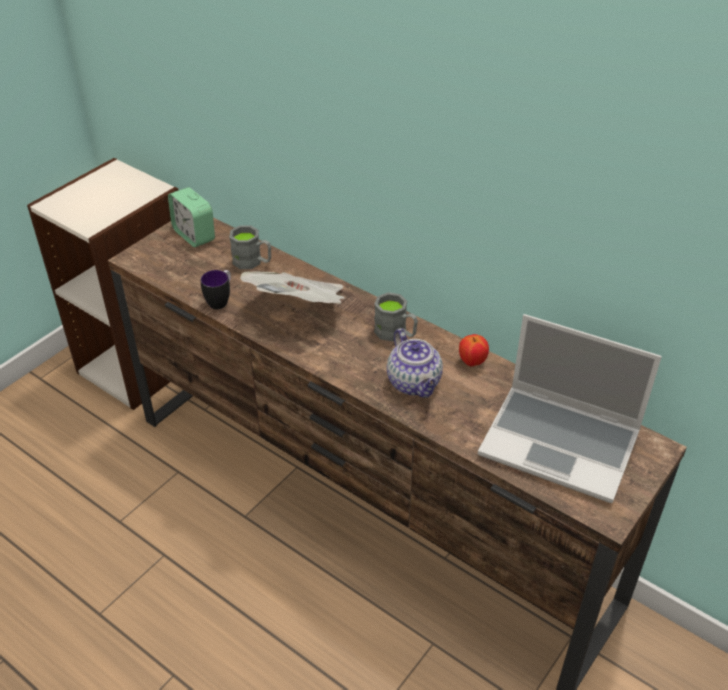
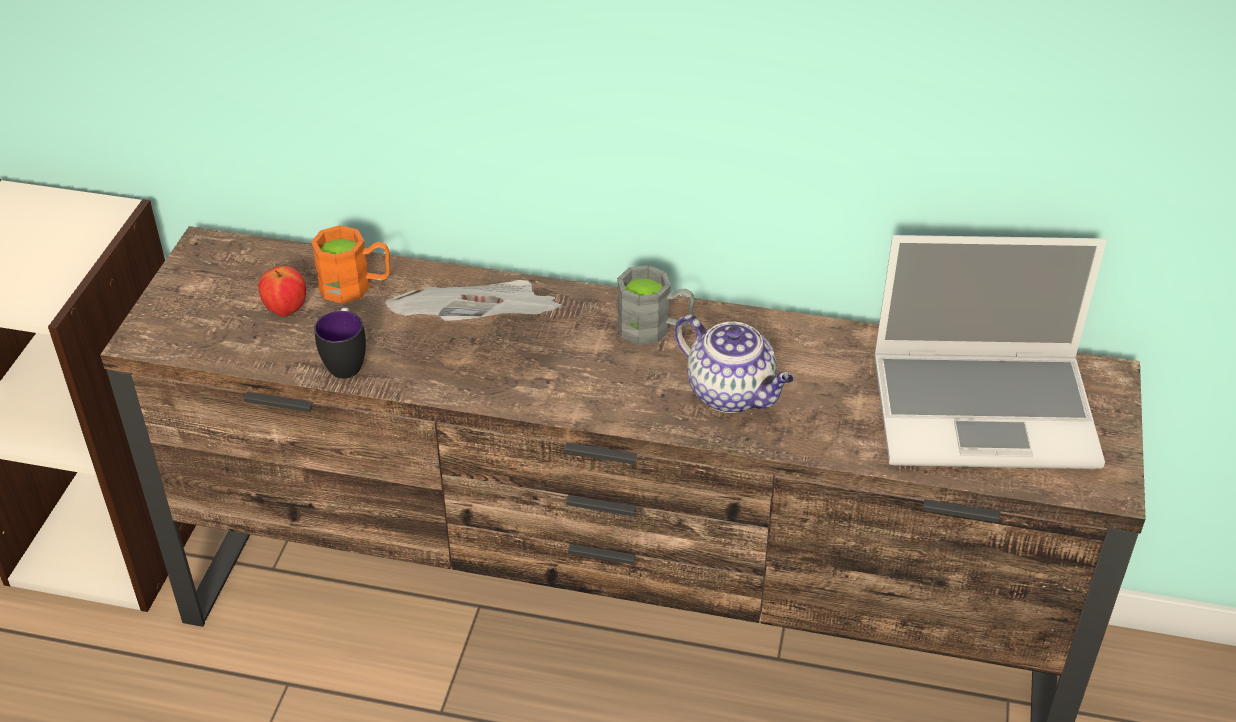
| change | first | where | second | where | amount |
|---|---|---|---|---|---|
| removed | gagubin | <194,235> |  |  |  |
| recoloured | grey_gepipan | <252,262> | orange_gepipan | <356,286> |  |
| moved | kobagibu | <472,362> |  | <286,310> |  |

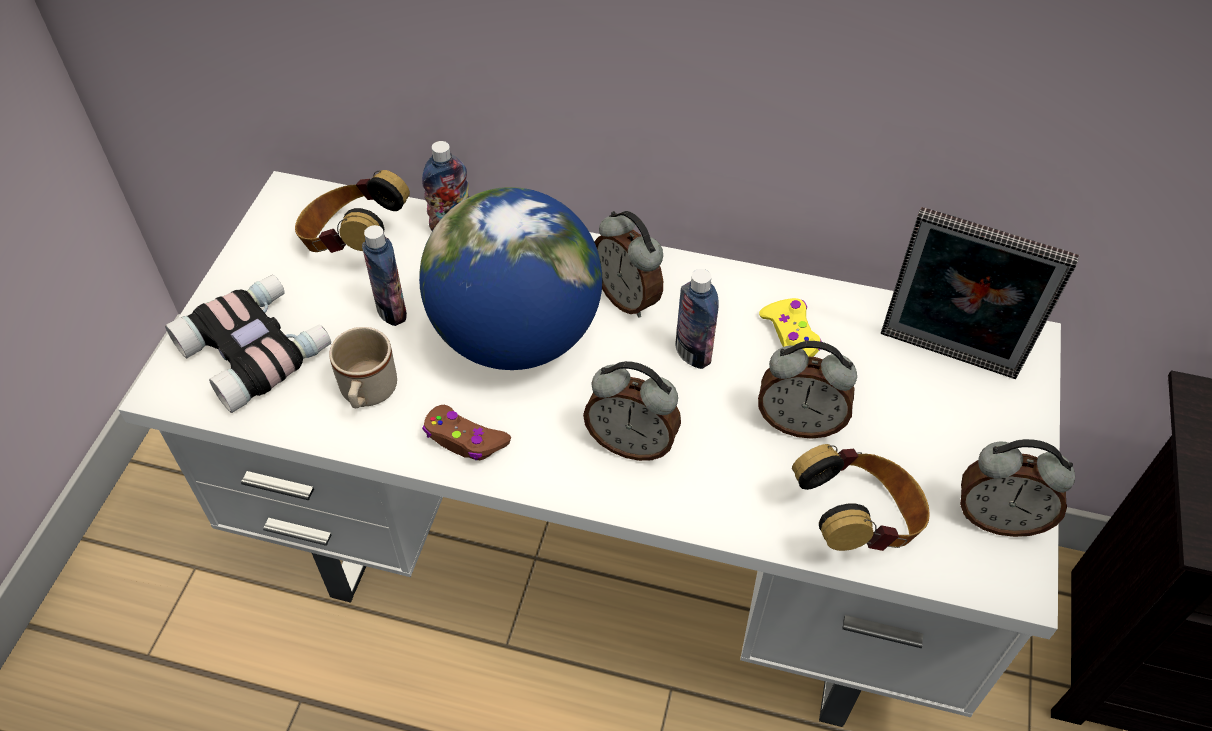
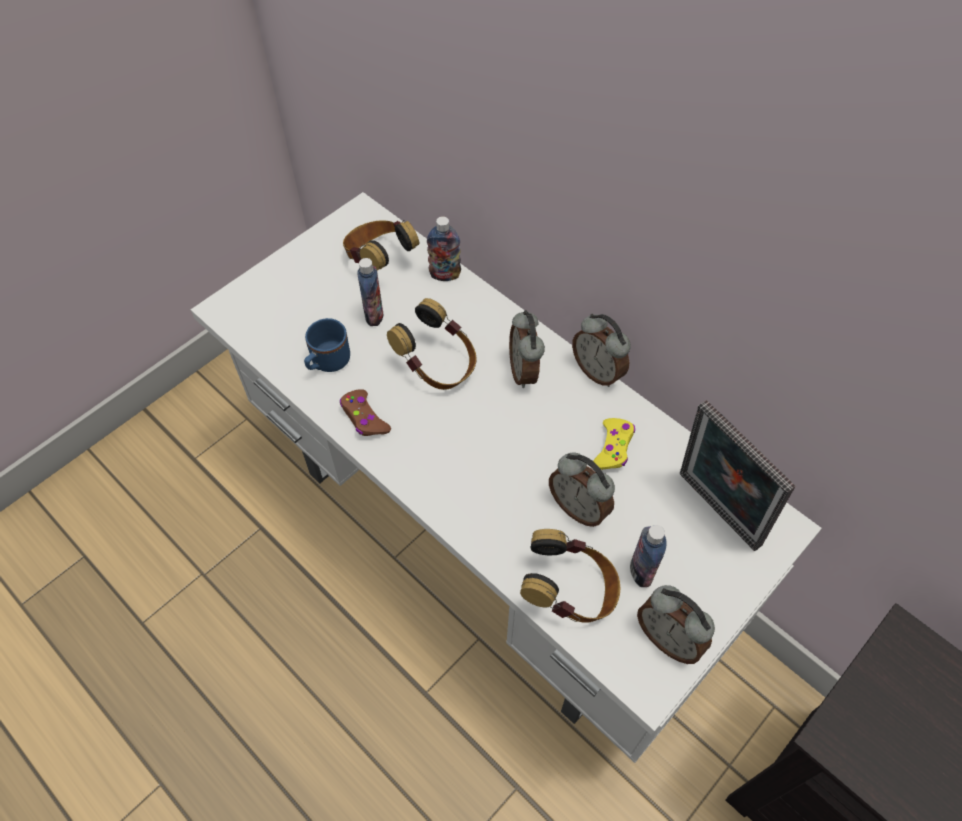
| change | first | where | second | where | amount |
|---|---|---|---|---|---|
| removed | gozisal | <257,349> |  |  |  |
| recoloured | beige_gepipan | <367,394> | blue_gepipan | <327,363> |  |
| replaced | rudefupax | <516,336> | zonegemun | <437,366> |  |
| moved | gagubin | <631,443> |  | <598,371> |  |
| moved | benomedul | <693,353> |  | <641,571> |  |

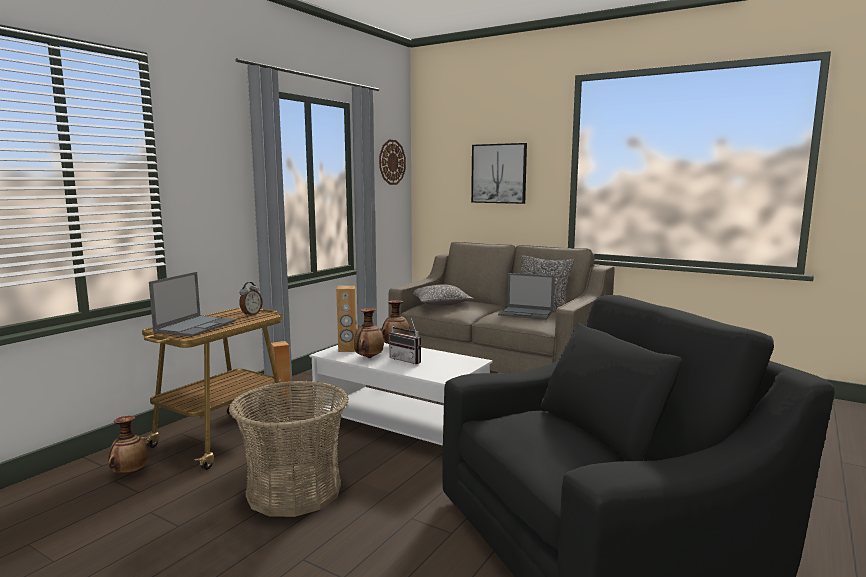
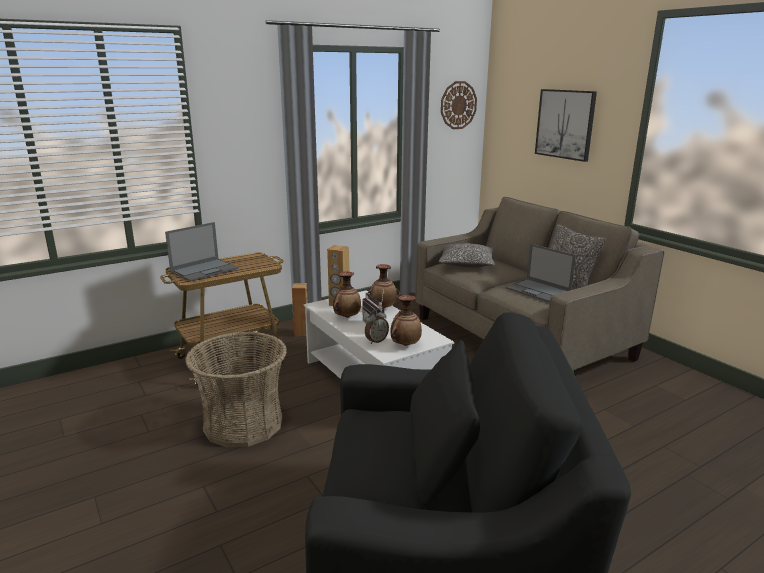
| change | first | where | second | where | amount |
|---|---|---|---|---|---|
| moved | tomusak | <129,473> |  | <405,344> |  |
| moved | gagubin | <251,314> |  | <376,341> |  |

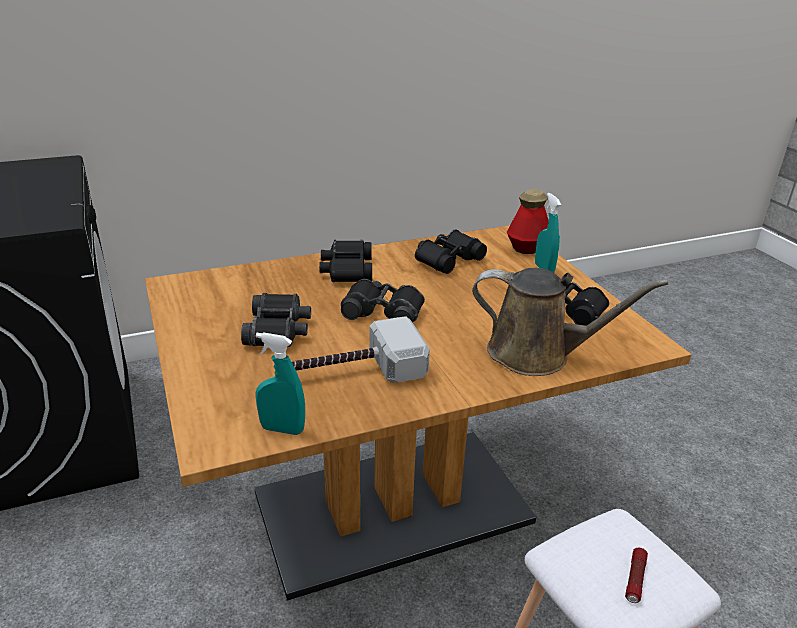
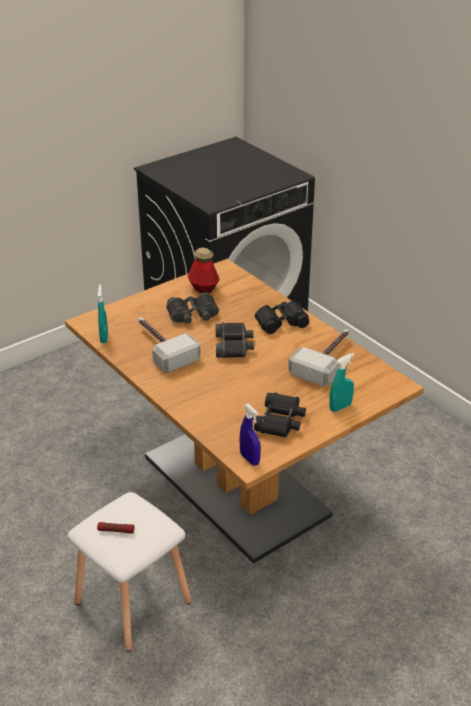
| change | first | where | second | where | amount |
|---|---|---|---|---|---|
| replaced | black_gozisal | <447,259> | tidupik | <326,360> |  |
| removed | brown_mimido | <537,354> |  |  |  |
| moved | benomedul | <527,248> |  | <203,288> |  |
| added |  |  | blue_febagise | <249,459> |  |

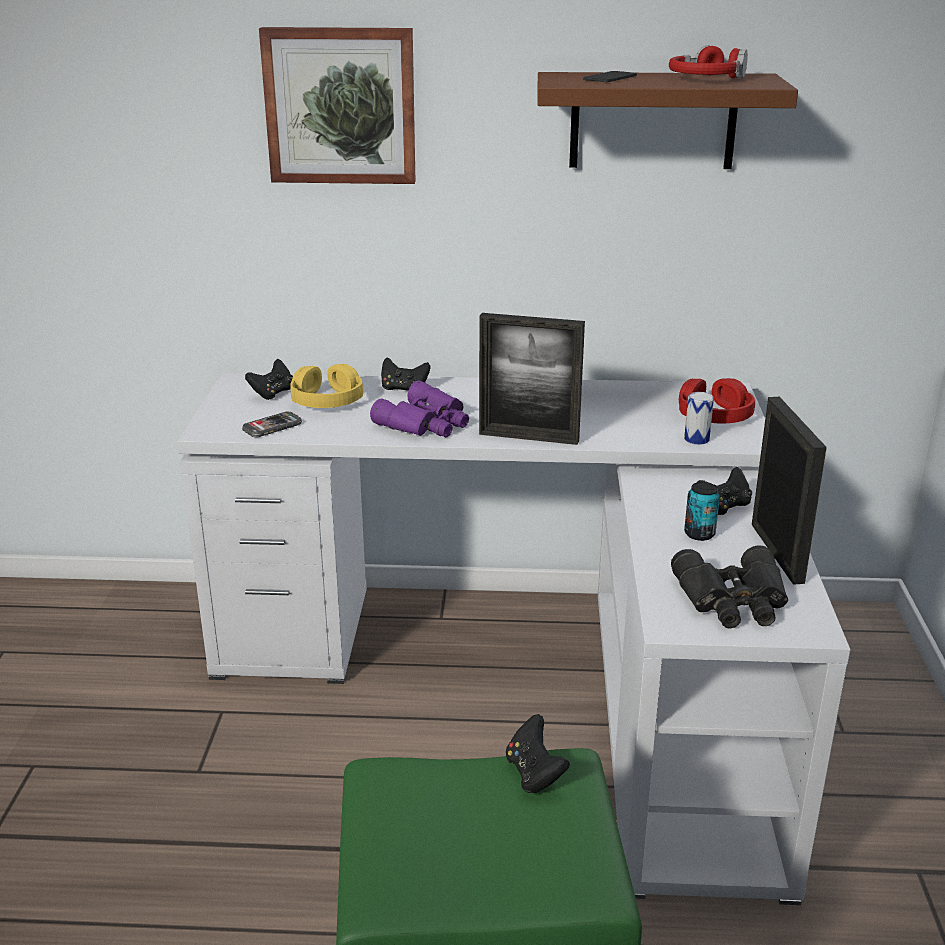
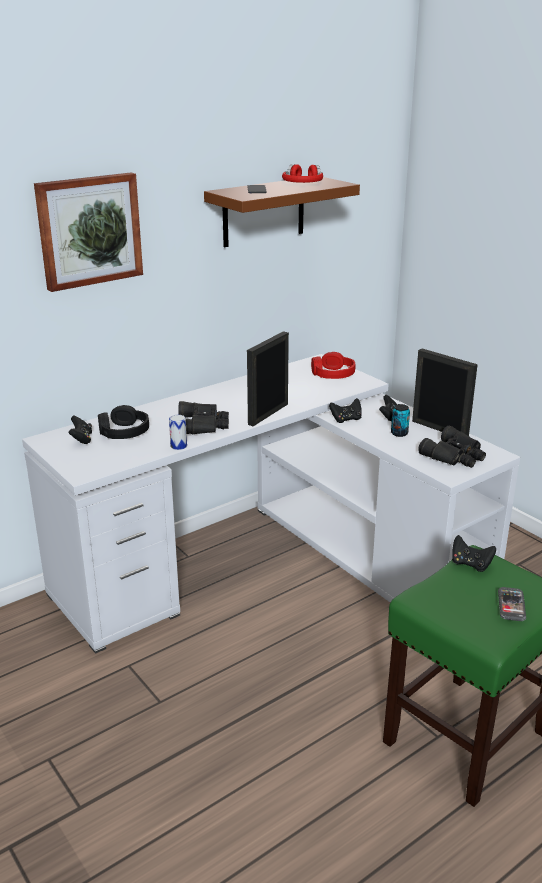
| change | first | where | second | where | amount |
|---|---|---|---|---|---|
| moved | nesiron | <272,426> |  | <511,605> |  |
| recoloured | yellow_zonegemun | <327,400> | black_zonegemun | <123,432> |  |
| recoloured | purple_gozisal | <426,423> | black_gozisal | <203,425> |  |
| moved | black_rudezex | <404,389> |  | <346,419> |  |
| turned | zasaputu | <528,437> |  | <268,414> | 150 degrees clockwise |
| moved | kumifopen | <696,439> |  | <178,446> |  |

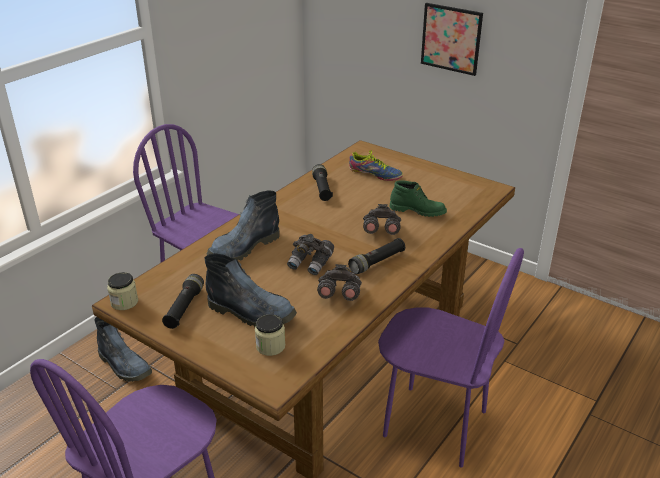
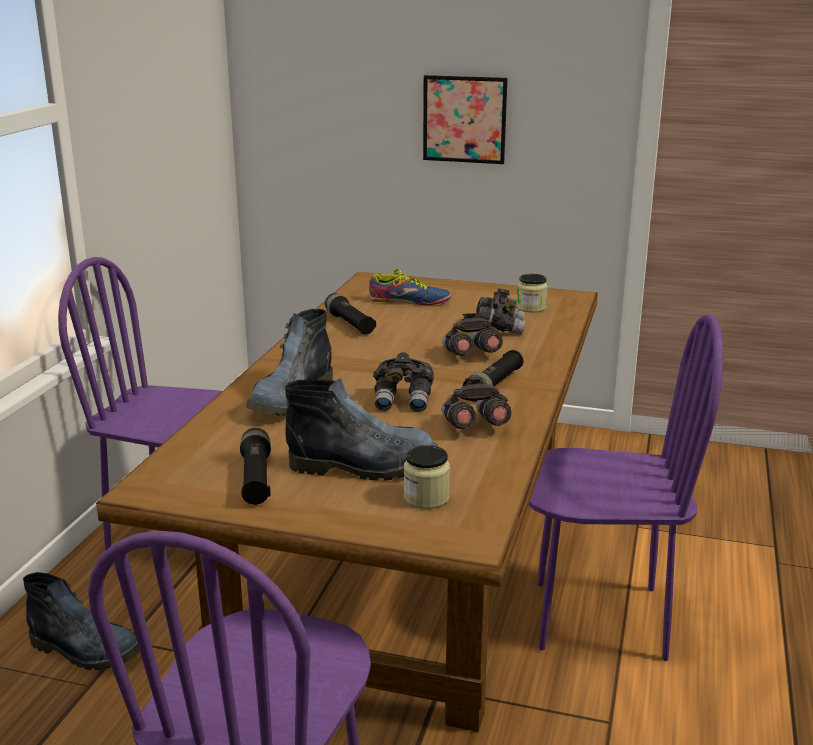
| change | first | where | second | where | amount |
|---|---|---|---|---|---|
| moved | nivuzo | <124,302> |  | <531,307> |  |
| replaced | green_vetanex | <418,211> | grey_gozisal | <499,328> |  |

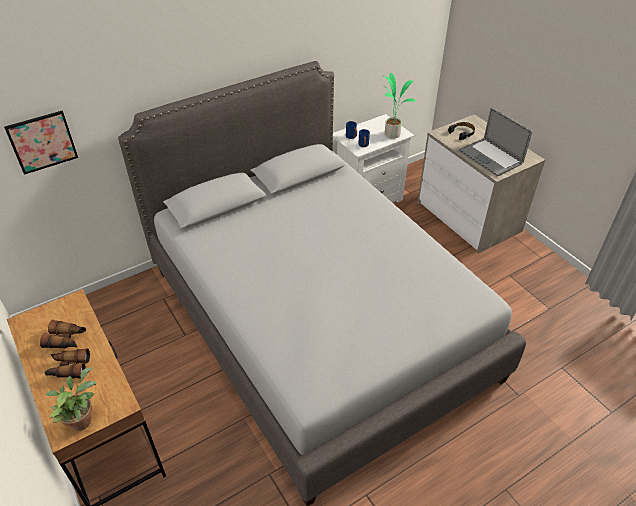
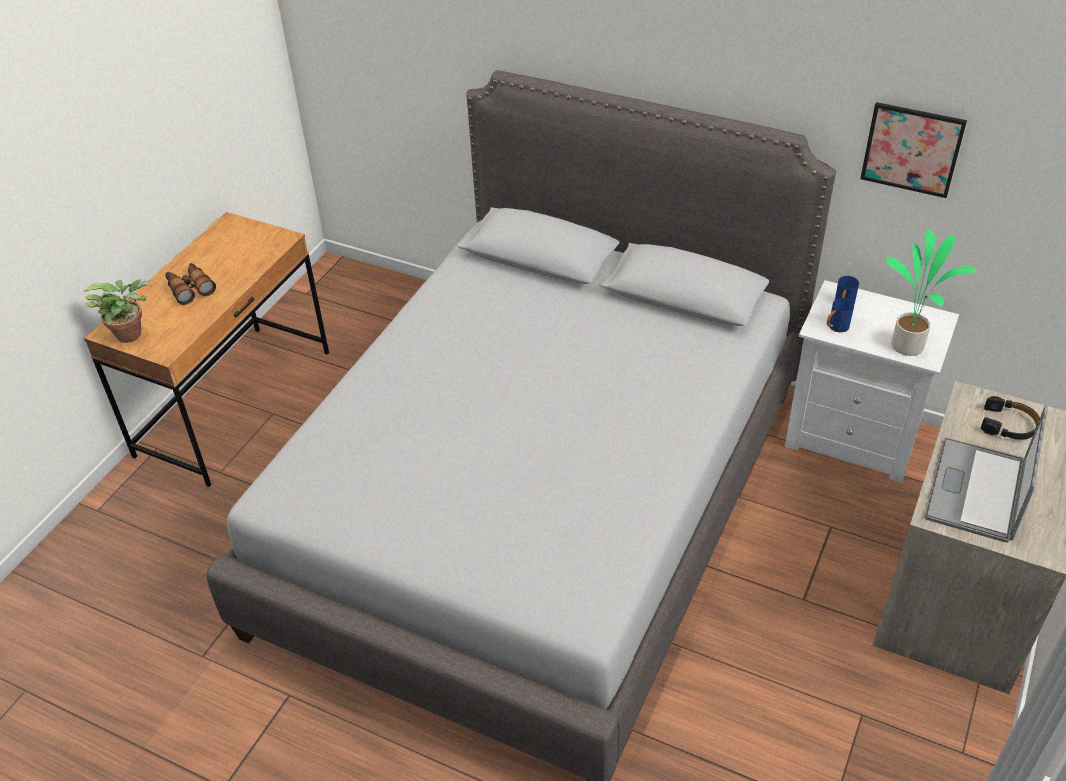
| change | first | where | second | where | amount |
|---|---|---|---|---|---|
| moved | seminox | <42,142> |  | <912,149> |  |
| removed | gozisal | <66,339> |  |  |  |

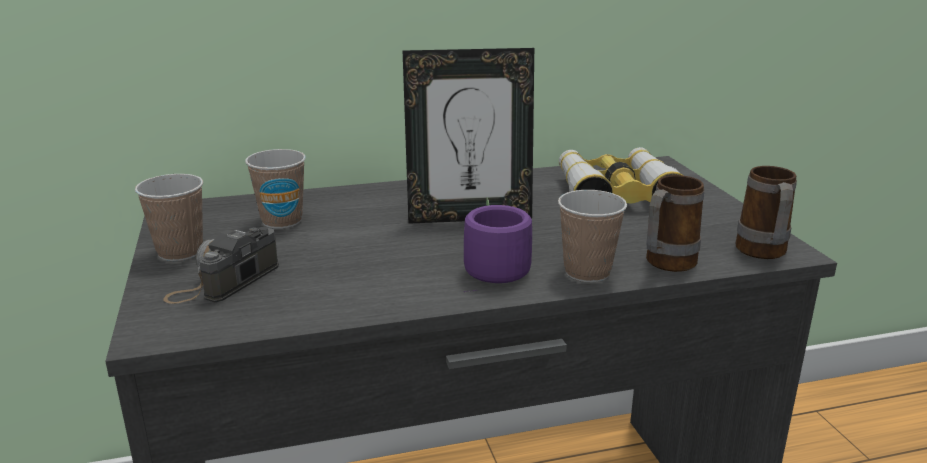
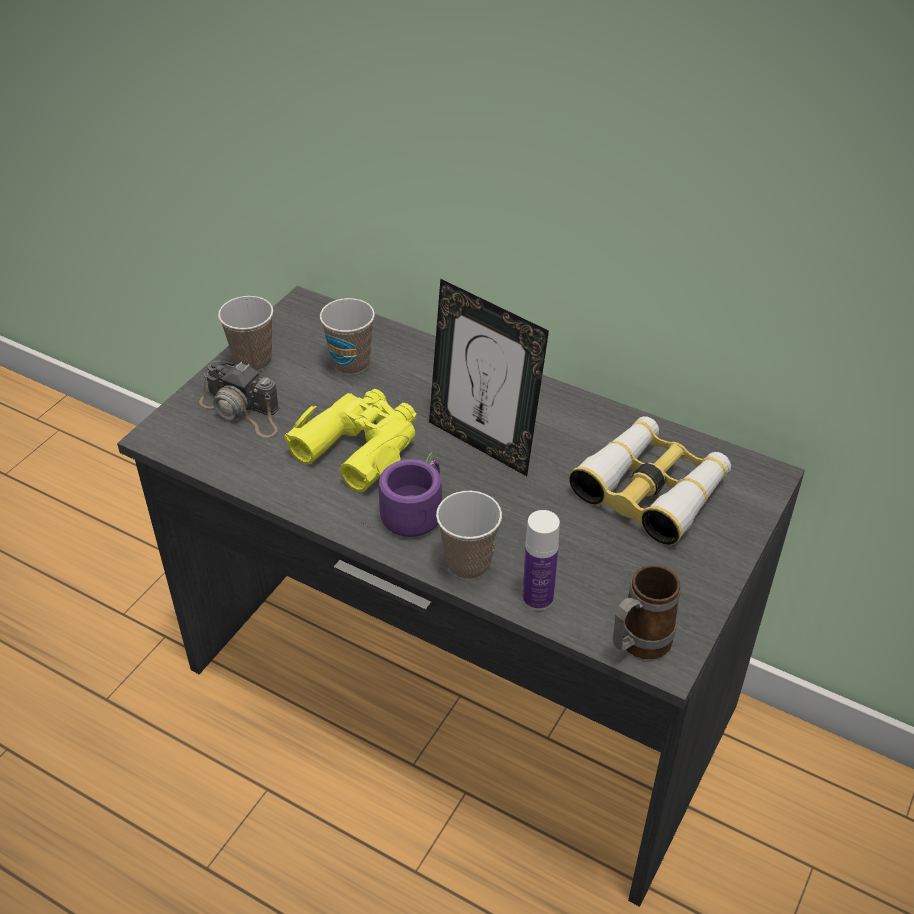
| change | first | where | second | where | amount |
|---|---|---|---|---|---|
| turned | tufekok | <224,281> |  | <243,410> | 135 degrees counterclockwise |
| replaced | gepipan | <665,265> | benomedul | <537,598> |  |
| added |  |  | yellow_gozisal | <360,446> |  |

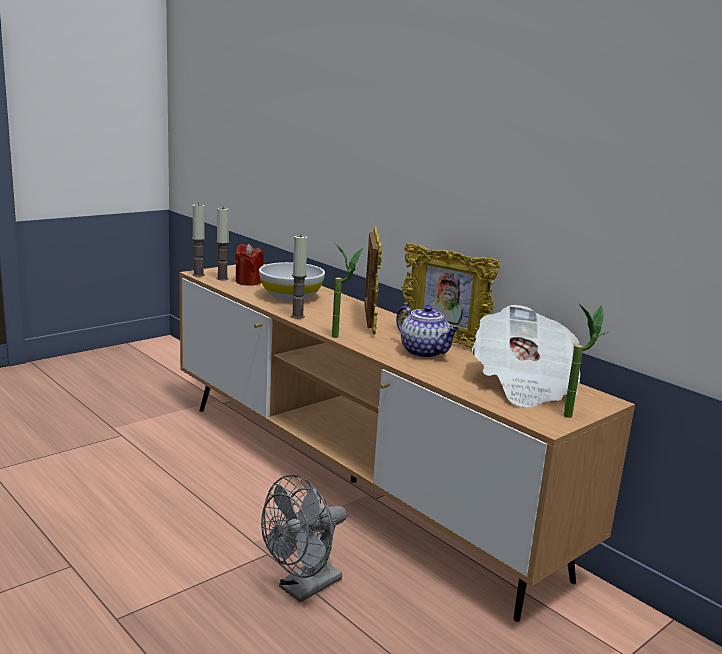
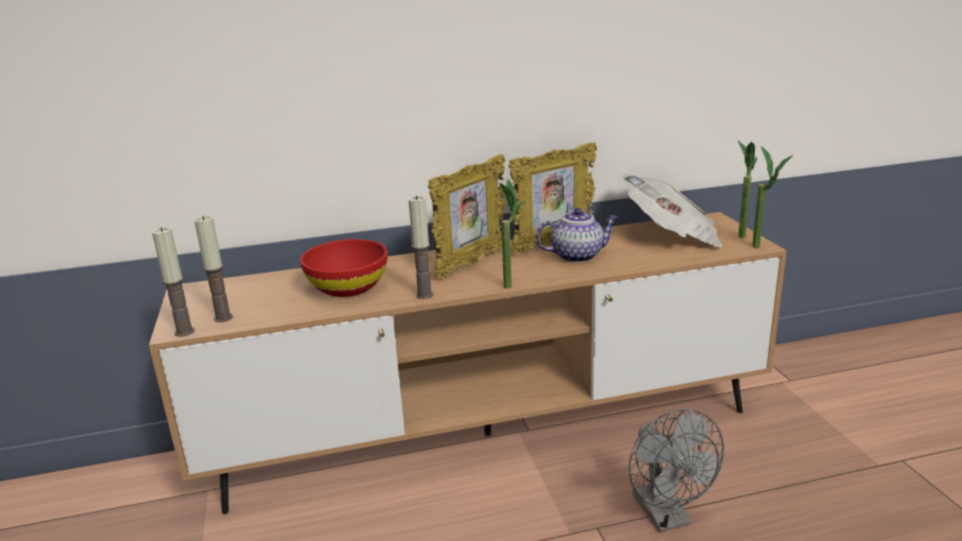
| change | first | where | second | where | amount |
|---|---|---|---|---|---|
| removed | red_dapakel | <248,282> |  |  |  |
| recoloured | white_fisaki | <291,297> | red_fisaki | <348,287> |  |
| turned | zasaputu | <369,322> |  | <471,263> | 105 degrees clockwise |
| added |  |  | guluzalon | <763,247> |  |

